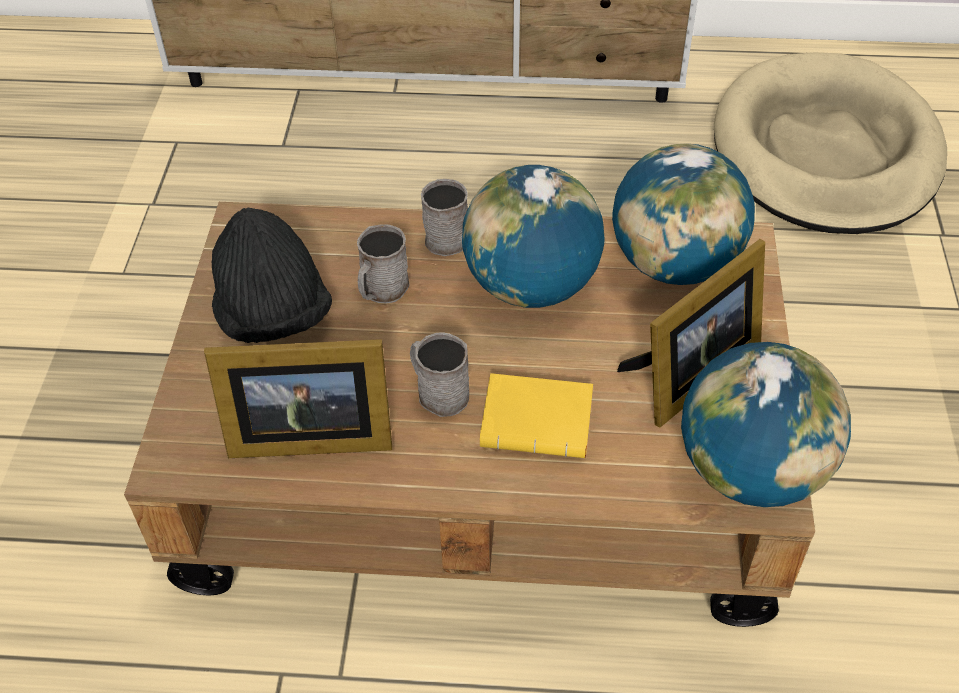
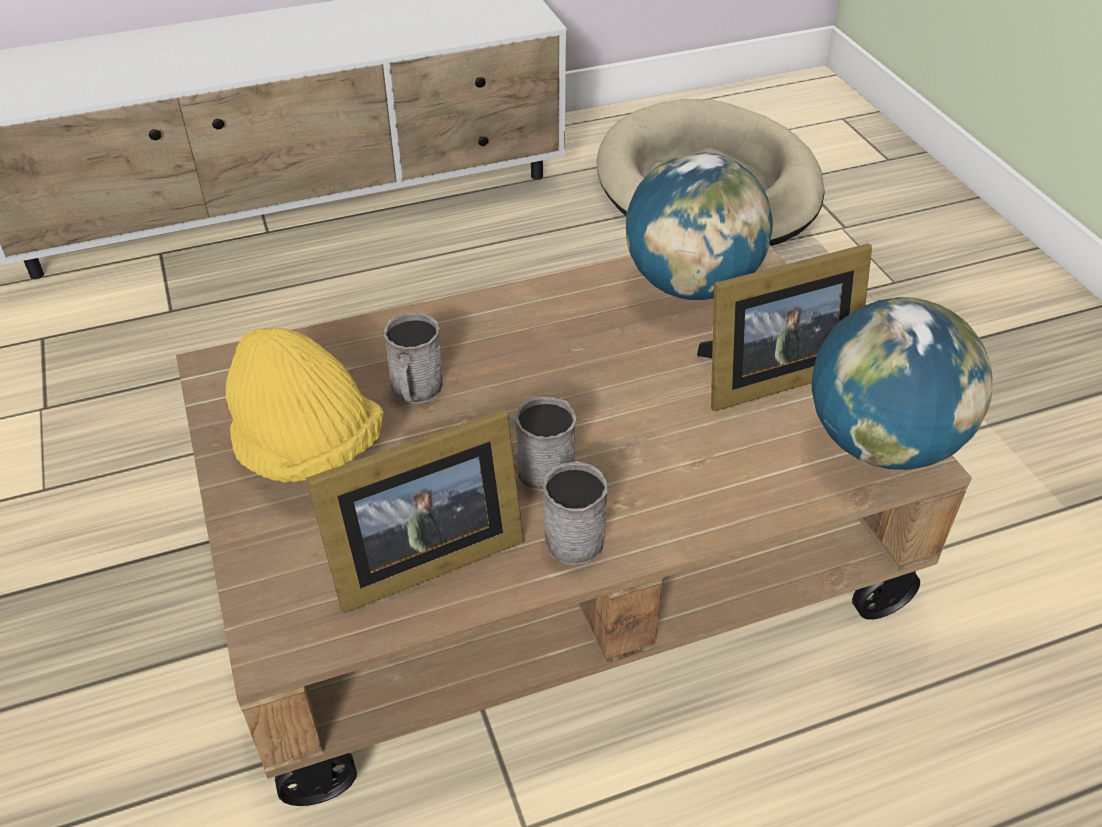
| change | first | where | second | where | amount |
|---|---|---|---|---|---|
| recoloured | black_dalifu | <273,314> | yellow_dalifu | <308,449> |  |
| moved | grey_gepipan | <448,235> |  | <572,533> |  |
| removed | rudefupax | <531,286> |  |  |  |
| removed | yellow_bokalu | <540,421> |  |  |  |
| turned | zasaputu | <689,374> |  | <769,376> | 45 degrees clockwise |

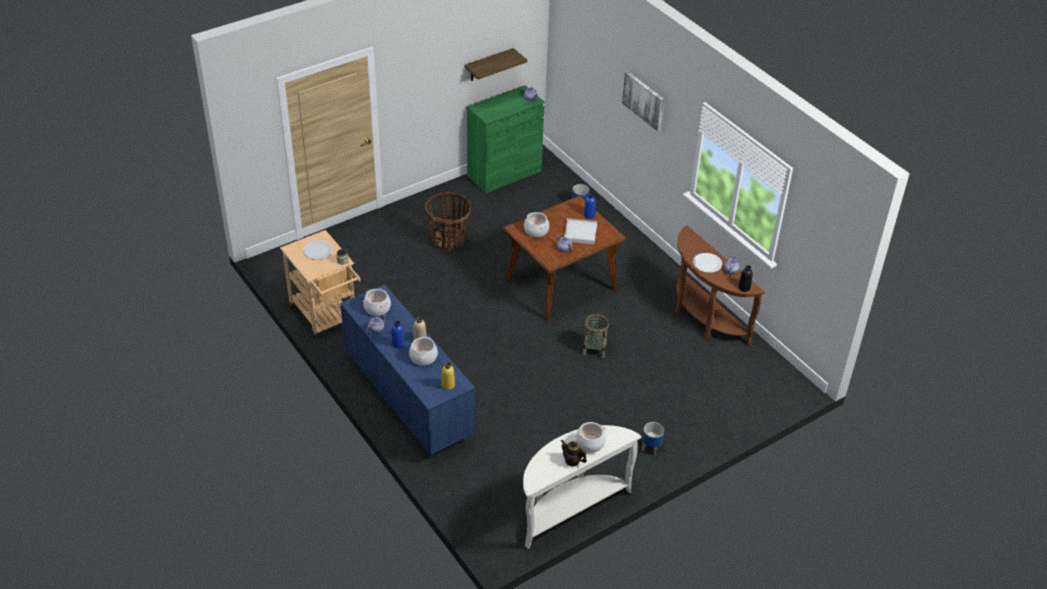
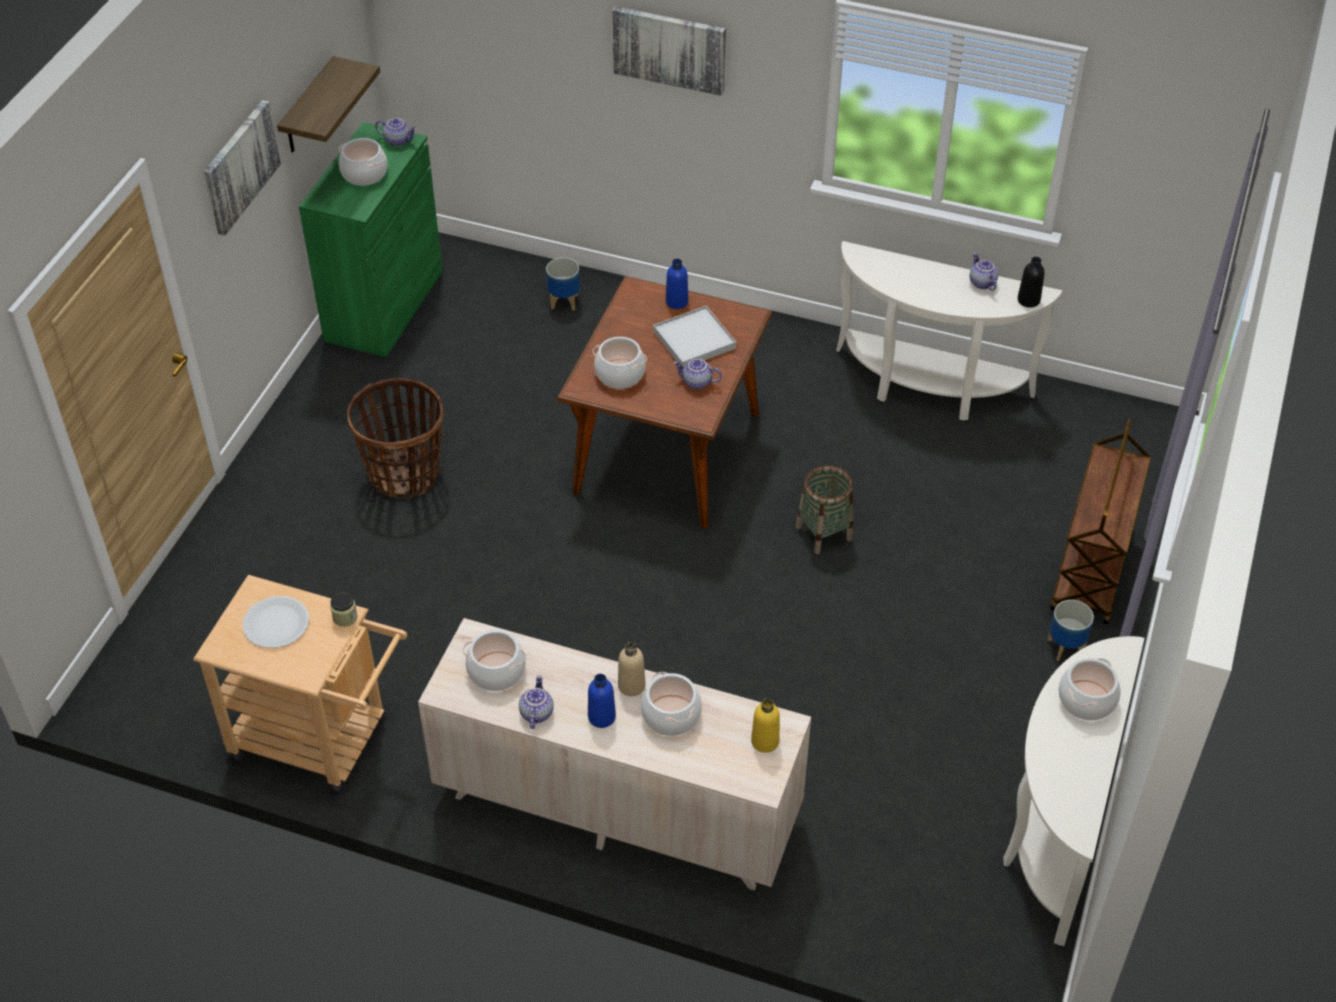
| change | first | where | second | where | amount |
|---|---|---|---|---|---|
| recoloured | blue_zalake | <408,399> | beige_zalake | <616,807> |  |
| removed | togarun | <572,460> |  |  |  |
| recoloured | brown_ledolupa | <703,318> | white_ledolupa | <928,388> |  |
| removed | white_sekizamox | <707,263> |  |  |  |
| added |  |  | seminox | <240,166> |  |
| added |  |  | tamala | <364,173> |  |
| added |  |  | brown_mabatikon | <1092,570> |  |

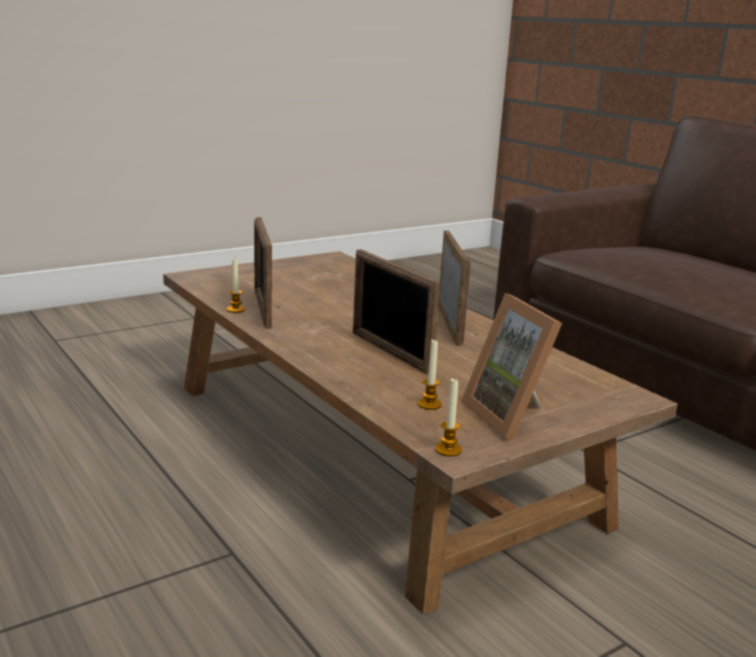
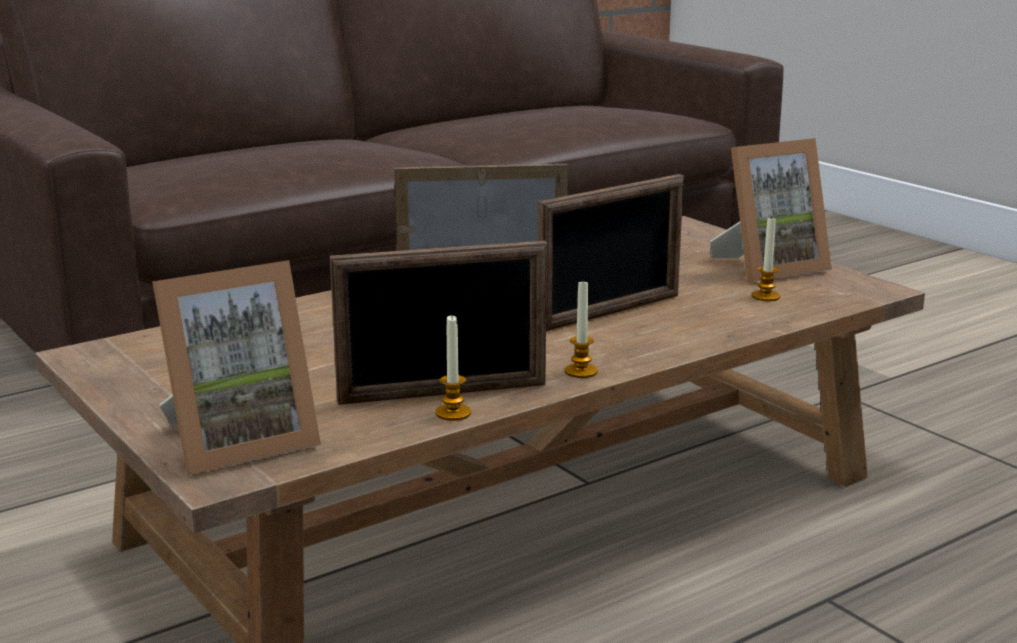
| change | first | where | second | where | amount |
|---|---|---|---|---|---|
| moved | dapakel | <448,450> |  | <581,371> |  |
| added |  |  | zasaputu | <238,442> |  |

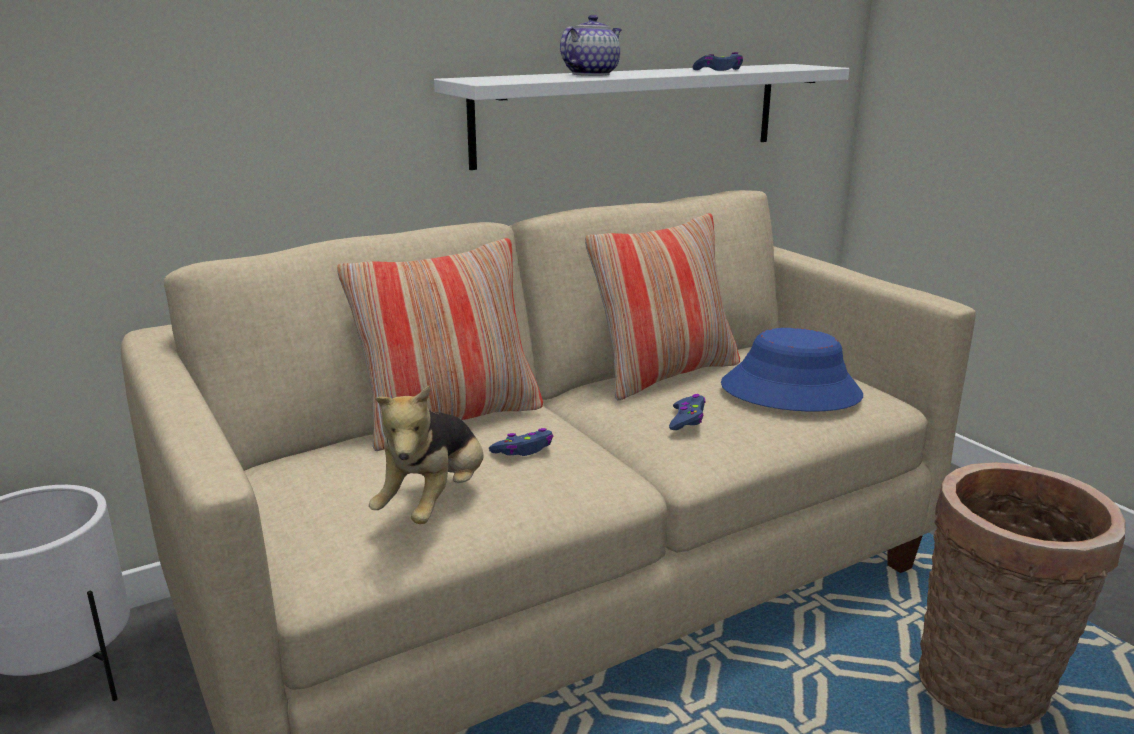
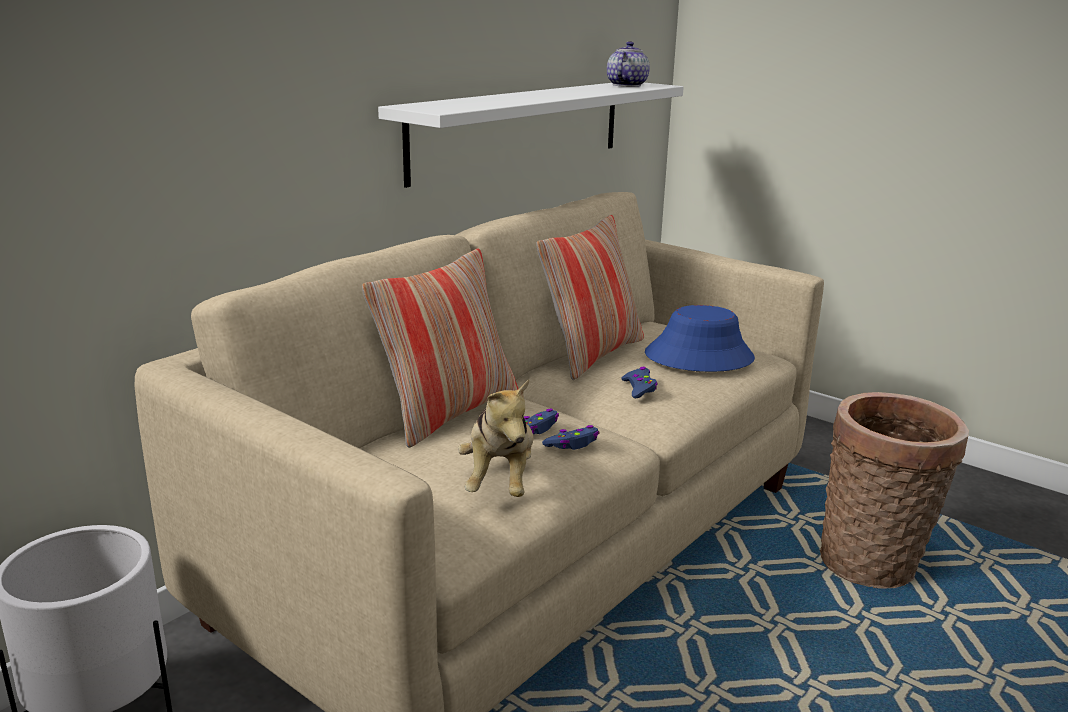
| change | first | where | second | where | amount |
|---|---|---|---|---|---|
| moved | togarun | <590,74> |  | <626,85> |  |
| moved | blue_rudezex | <719,70> |  | <573,444> |  |

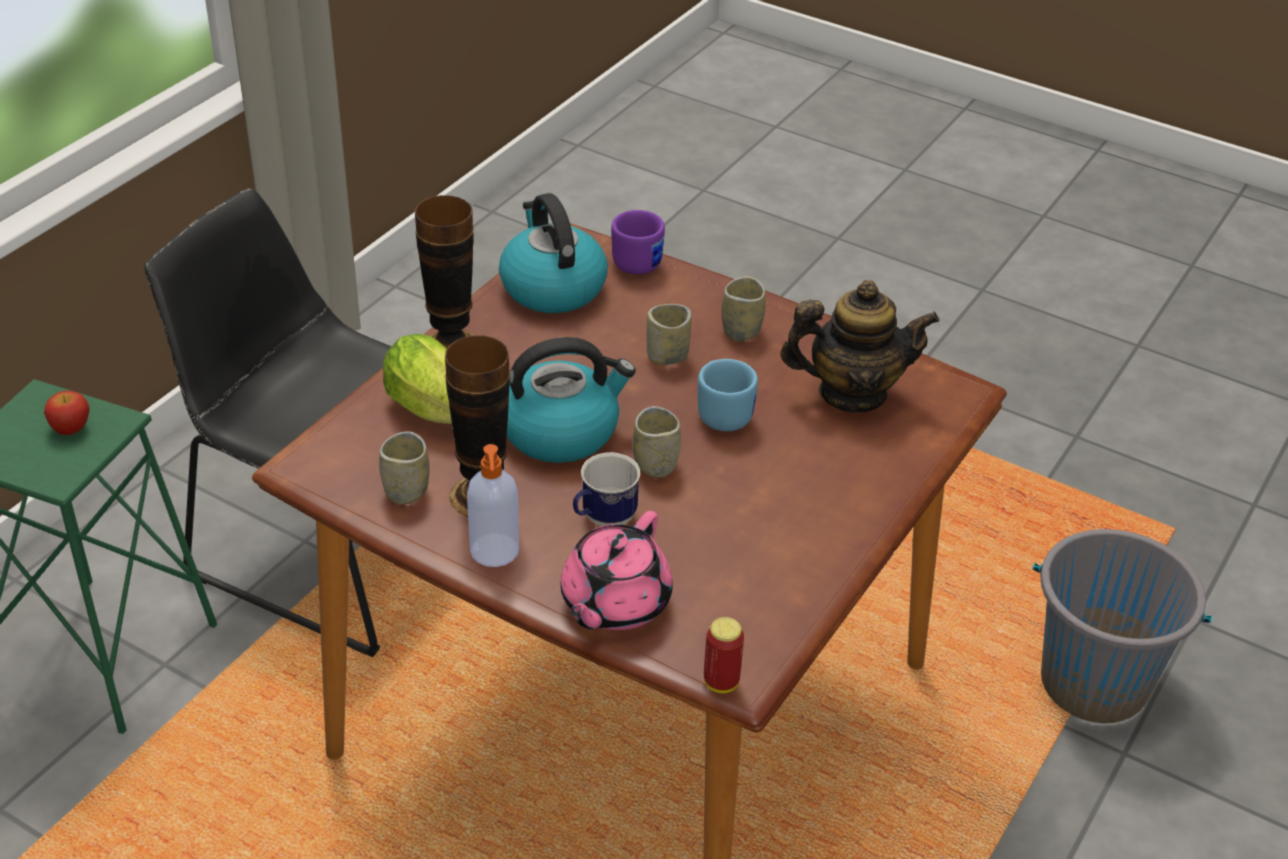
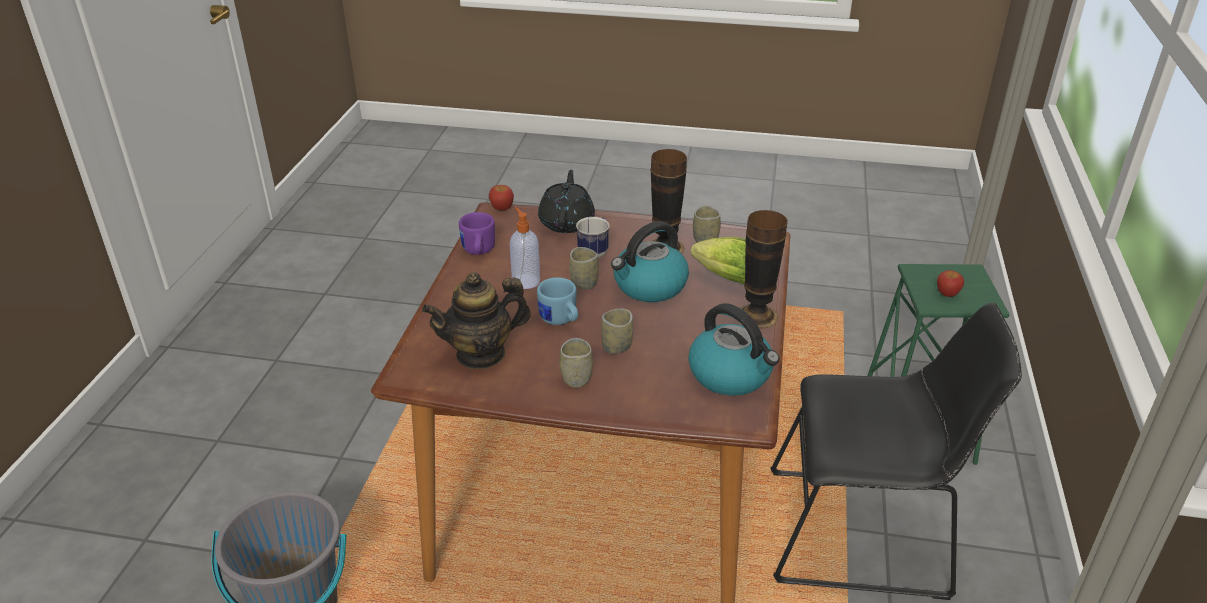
| change | first | where | second | where | amount |
|---|---|---|---|---|---|
| moved | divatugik | <494,552> |  | <525,281> |  |
| recoloured | pink_togarun | <614,603> | black_togarun | <567,222> |  |
| moved | purple_gepipan | <640,260> |  | <478,252> |  |
| replaced | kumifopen | <721,682> | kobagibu | <501,208> |  |

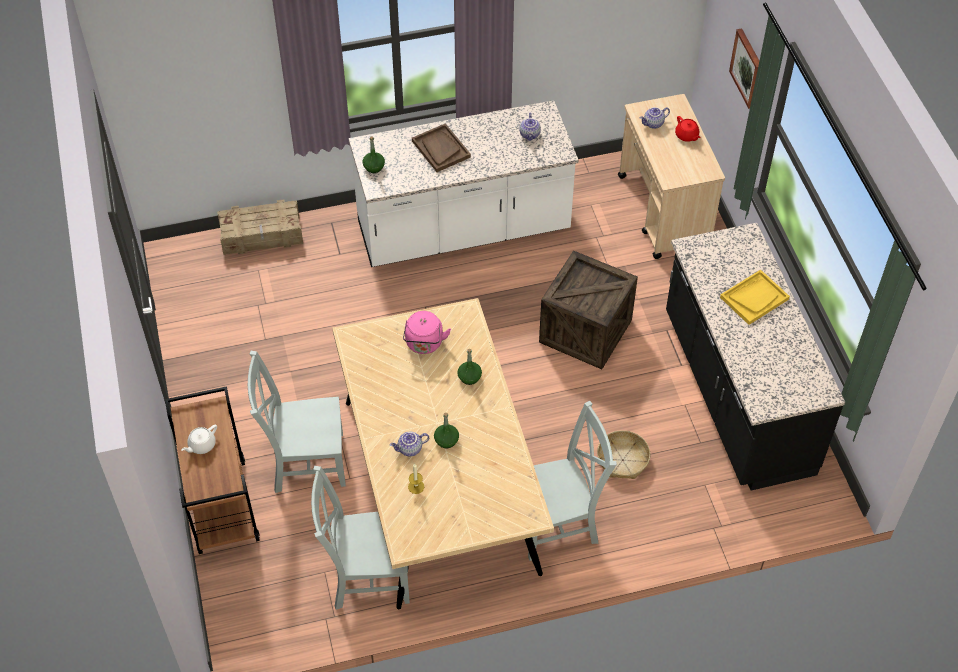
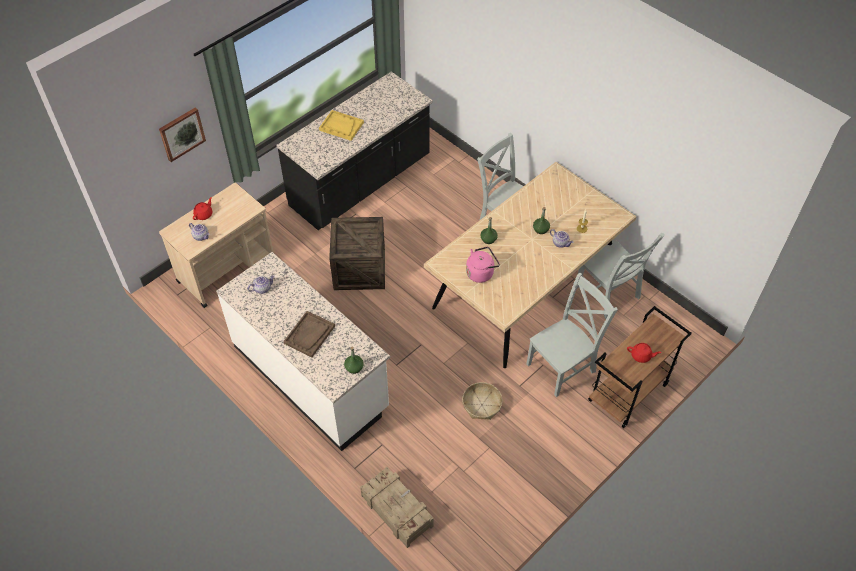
| change | first | where | second | where | amount |
|---|---|---|---|---|---|
| recoloured | white_togarun | <201,445> | red_togarun | <641,356> |  |
| turned | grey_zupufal | <305,461> |  | <563,366> | 90 degrees counterclockwise |
| moved | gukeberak | <622,460> |  | <482,405> |  |

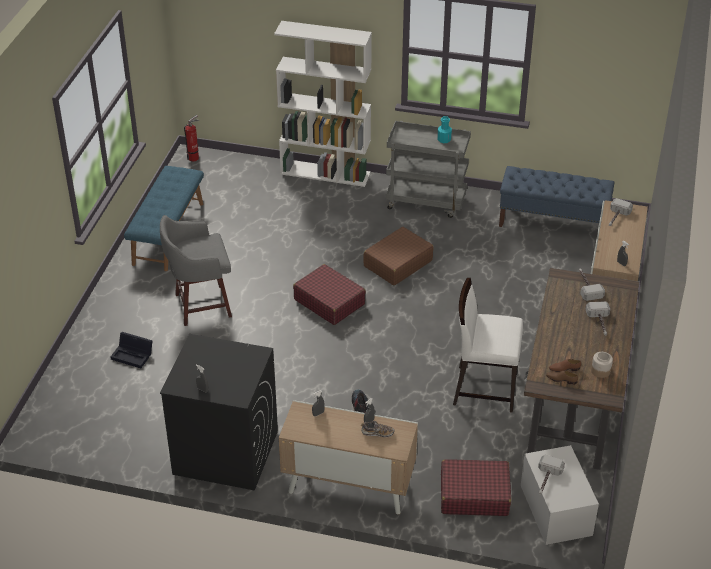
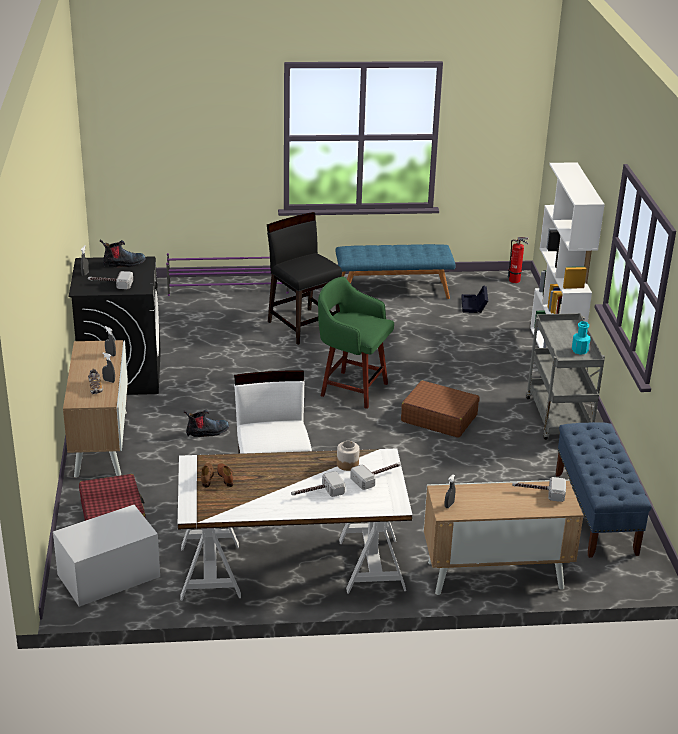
| change | first | where | second | where | amount |
|---|---|---|---|---|---|
| moved | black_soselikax | <133,355> |  | <474,305> |  |
| replaced | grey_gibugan | <200,306> | black_zupufal | <303,325> |  |
| replaced | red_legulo | <329,302> | green_gibugan | <351,389> |  |
| recoloured | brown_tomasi | <575,396> | white_tomasi | <291,568> |  |
| moved | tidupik | <546,480> |  | <110,284> |  |
| moved | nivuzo | <600,371> |  | <347,464> |  |
| added |  |  | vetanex | <124,264> |  |
| added |  |  | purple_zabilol | <228,289> |  |

